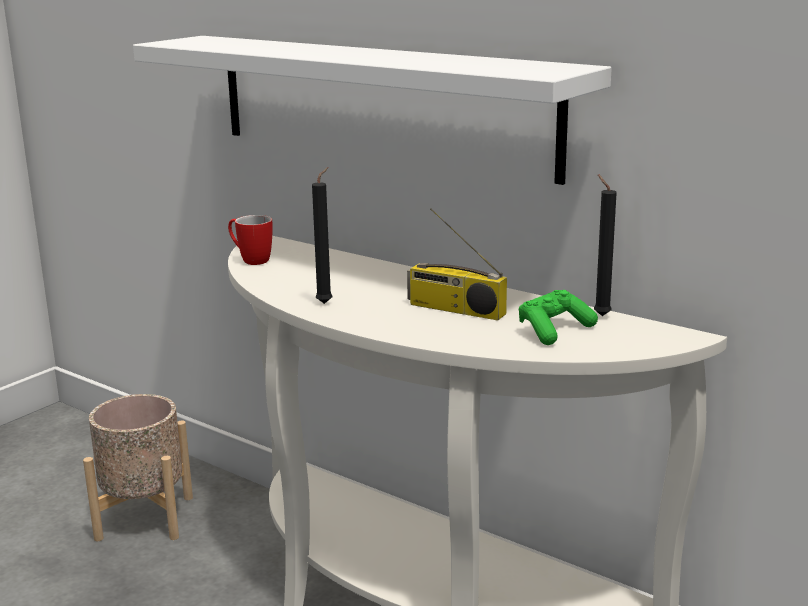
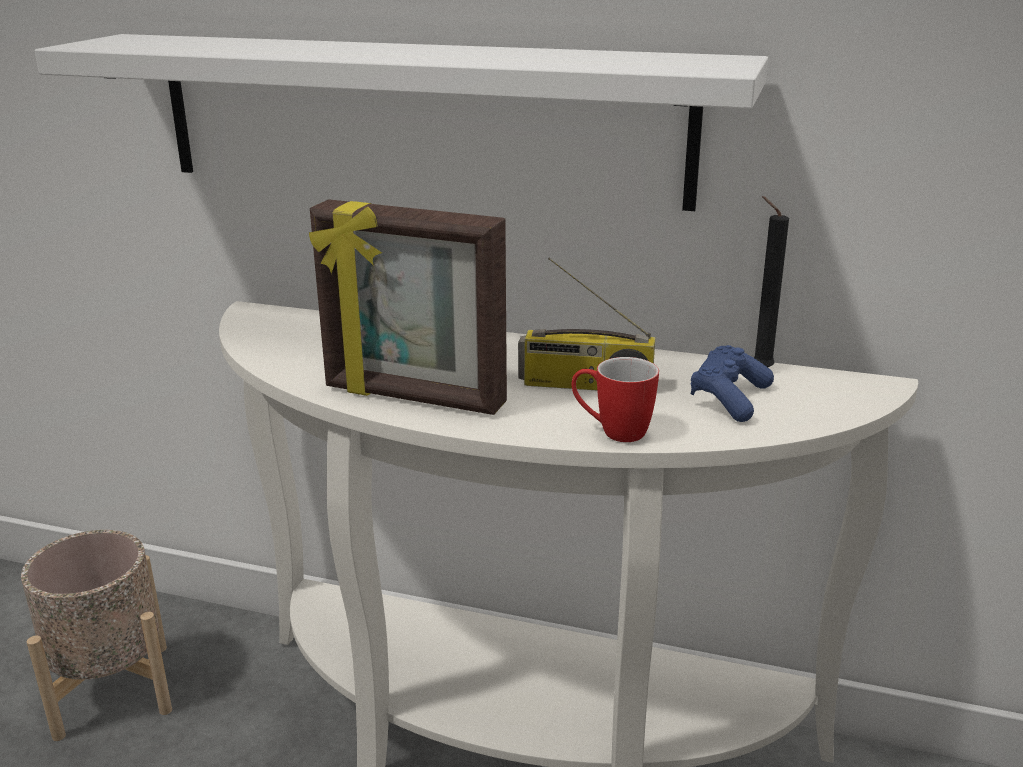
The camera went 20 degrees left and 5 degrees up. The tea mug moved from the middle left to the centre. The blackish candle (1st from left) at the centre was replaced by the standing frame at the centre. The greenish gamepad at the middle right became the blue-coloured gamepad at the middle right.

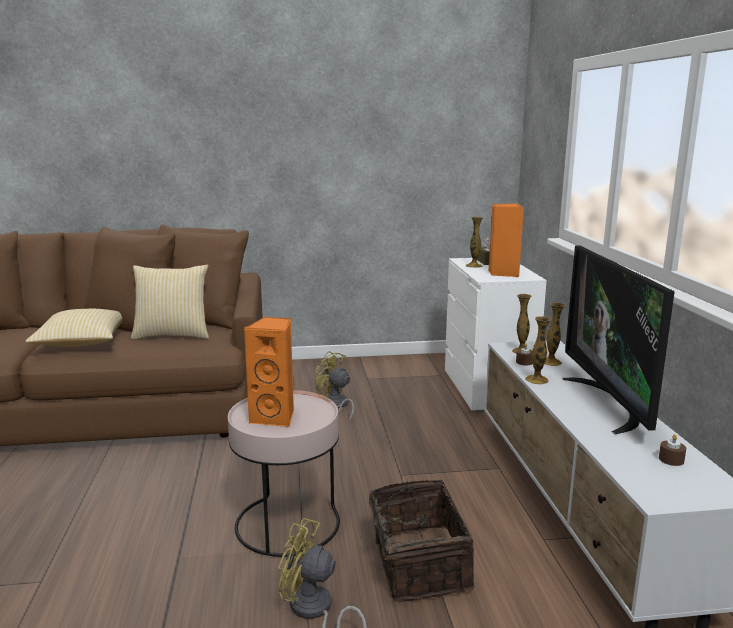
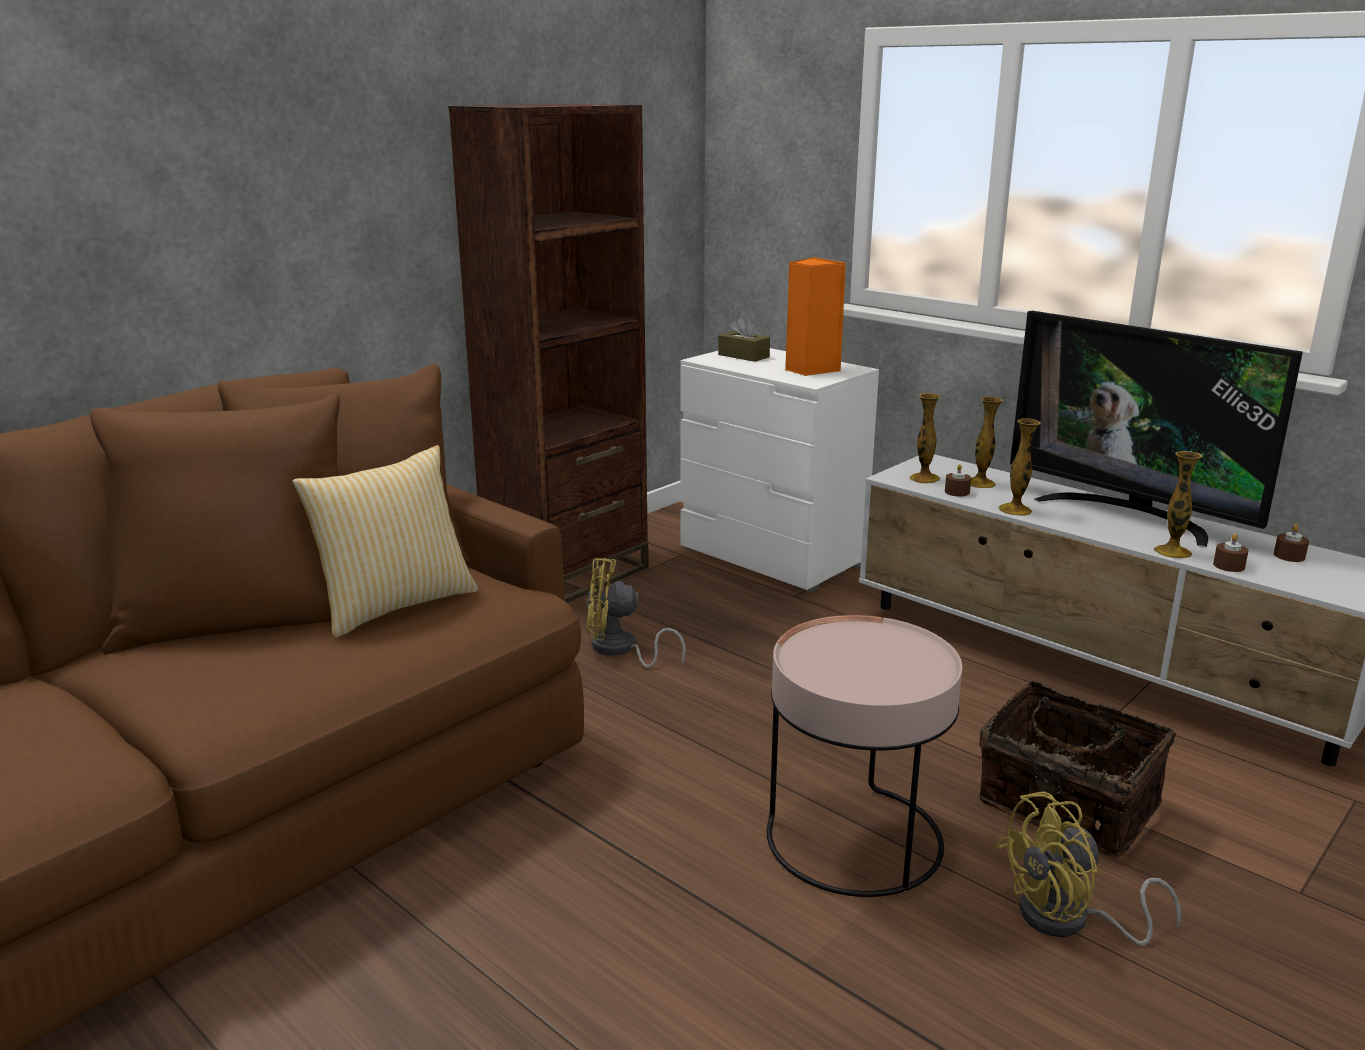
The camera went 40 degrees left and 5 degrees up. The throw pillow (1st from left) at the middle left disappeared. The orange audio speaker (1st from left) at the centre disappeared. The flower vase (1st from left in the first image) moved from the centre to the middle right. The brown bookshelf at the centre appeared. The brown candle (2nd from left) at the middle right appeared.

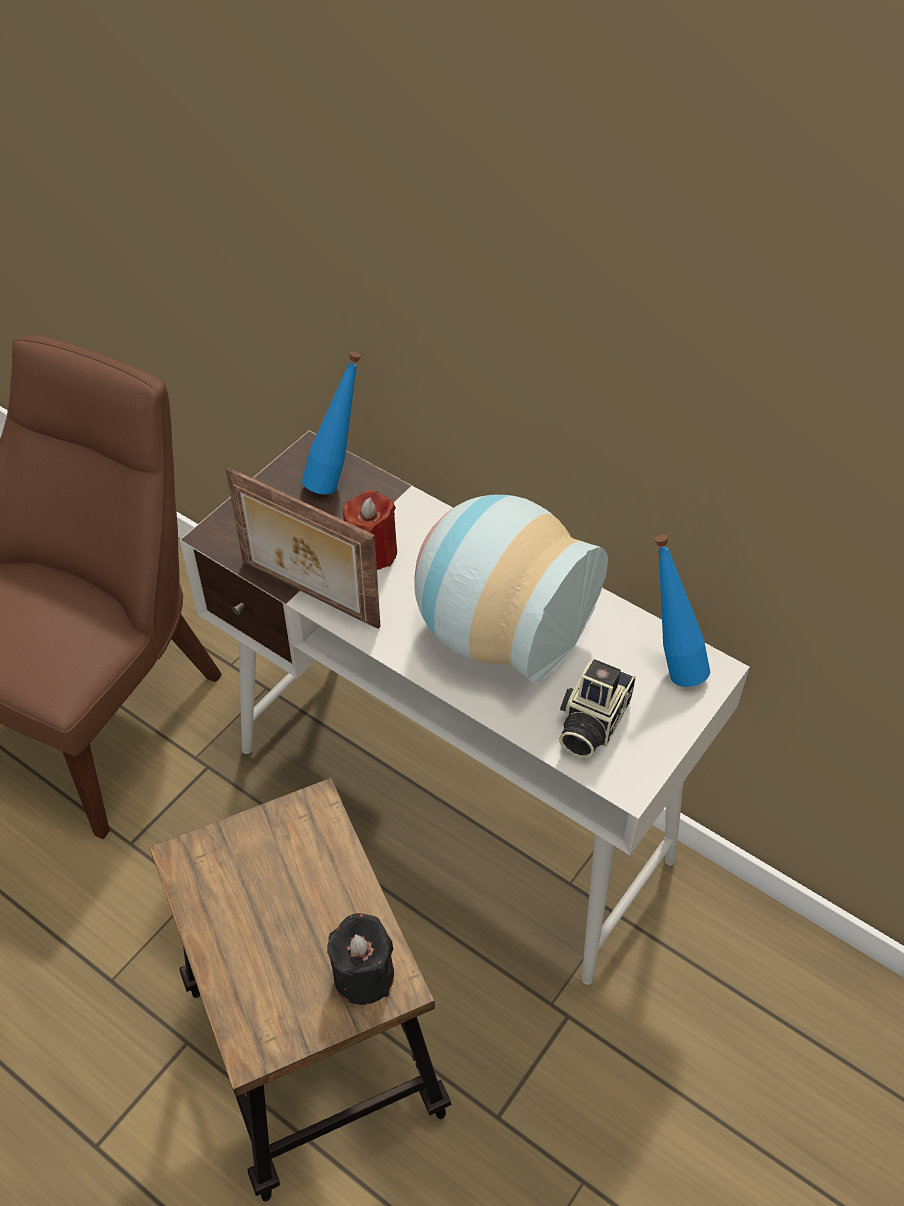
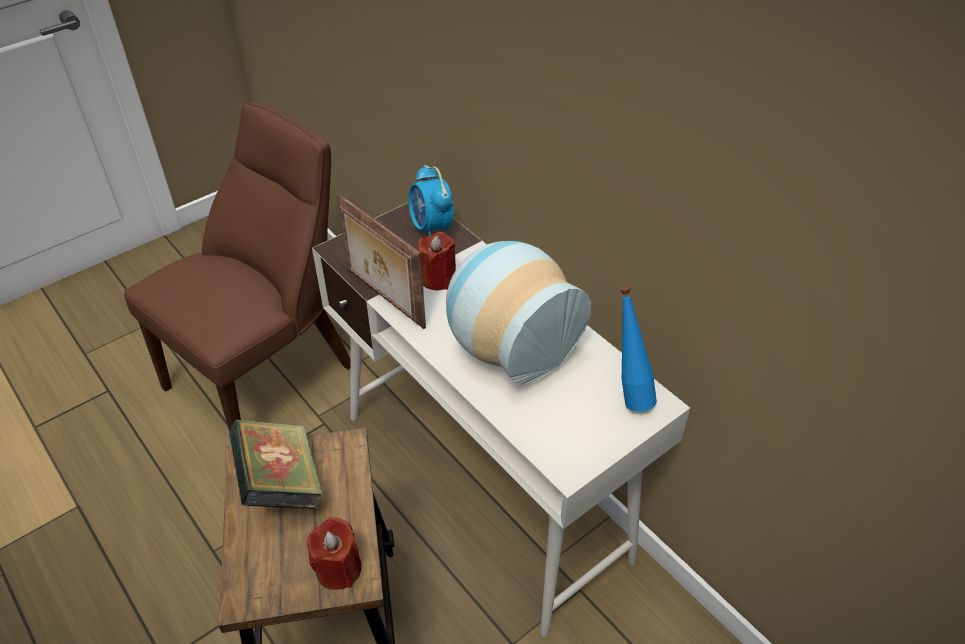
The camera went 15 degrees right and 5 degrees down. The blue-coloured bottle (1st from left) at the centre was replaced by the table clock at the top centre. The blackish candle at the bottom centre became the red-coloured candle (1st from left) at the bottom centre. The photo camera at the centre disappeared. The volume at the bottom left appeared.

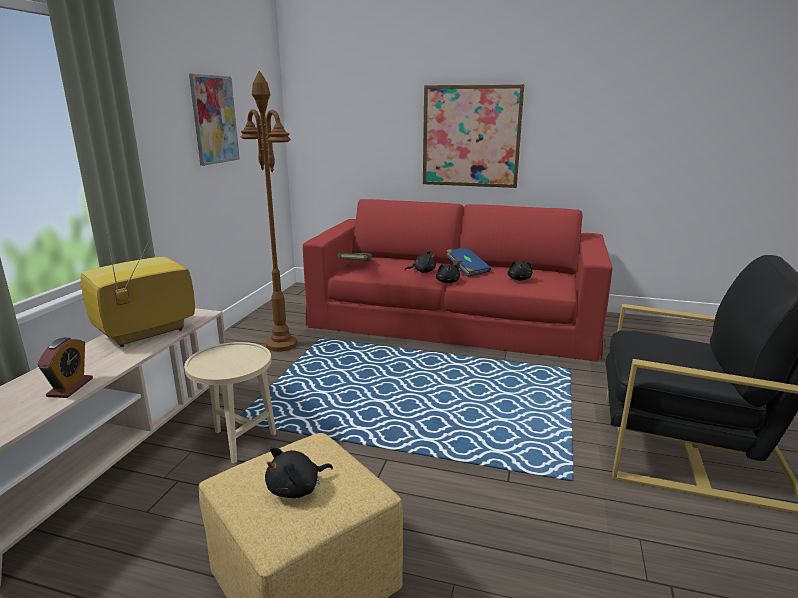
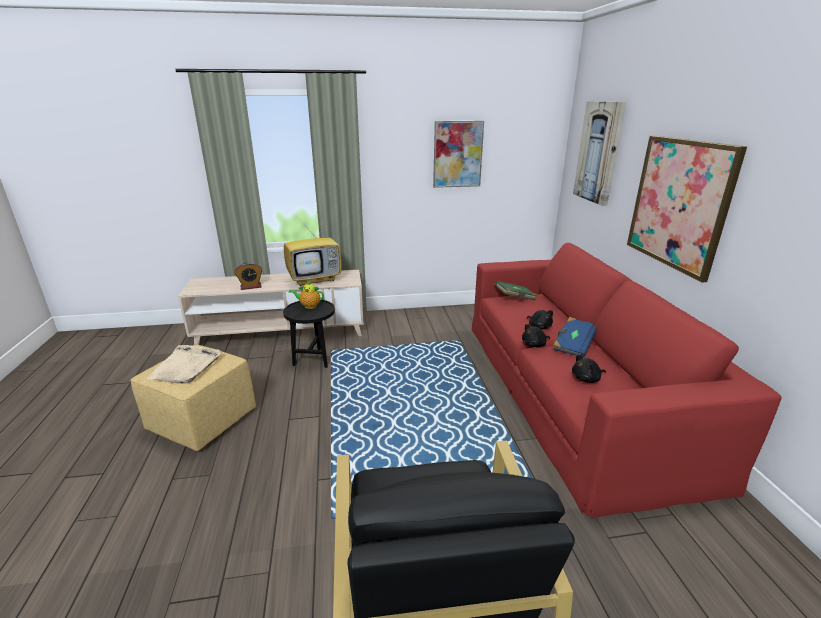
The camera went 65 degrees right and 5 degrees up. The TV set at the middle left turned 135 degrees clockwise. The beige accent table at the bottom left became the blackish accent table at the centre. The brown floor lamp at the centre disappeared. The blackish plush toy (1st from left) at the bottom centre was replaced by the beige carrying tray at the middle left. The tea pot at the centre appeared. The wall art (2nd from left) at the top right appeared.

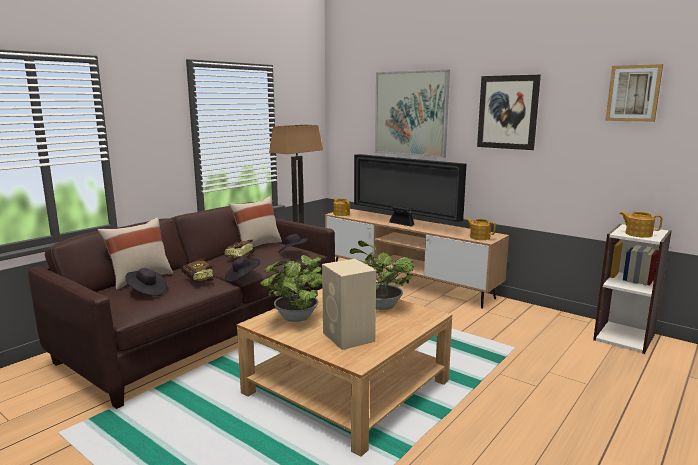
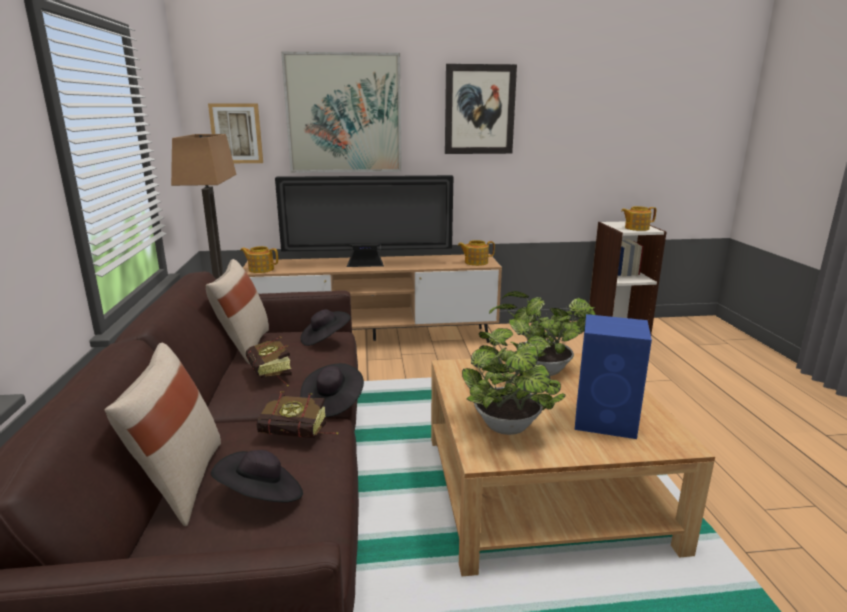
The camera went 45 degrees left and 5 degrees up. The beige audio speaker at the centre became the blue-coloured audio speaker at the middle right. The wall art (3rd from left in the first image) moved from the top right to the top left.

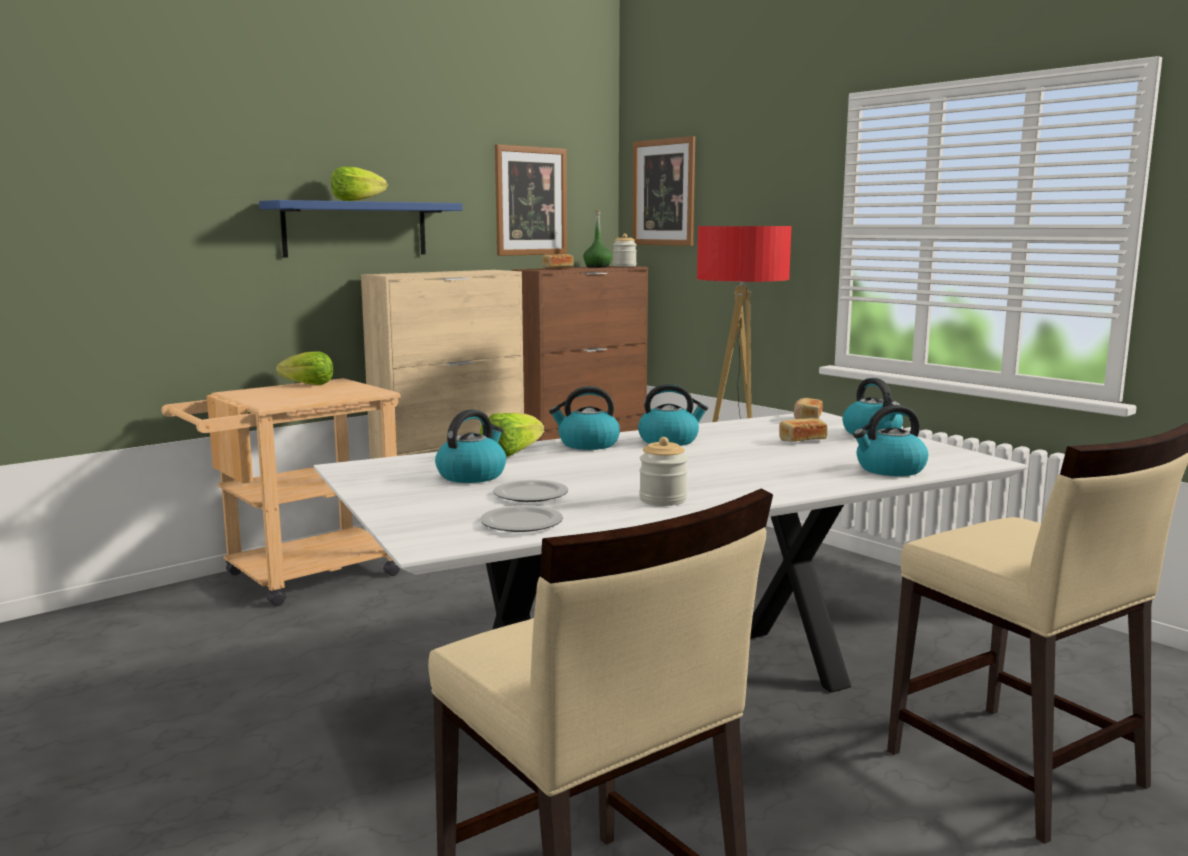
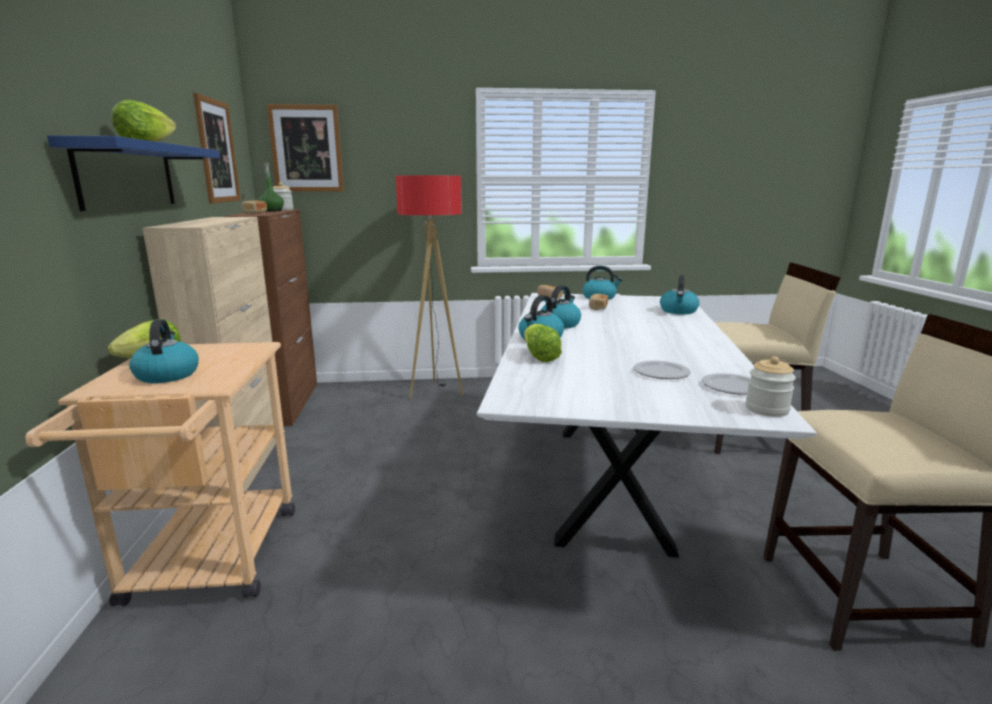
The camera went 55 degrees left and 5 degrees up. The kettle (1st from left) moved from the centre to the middle left. The jar (2nd from left) moved from the centre to the middle right.

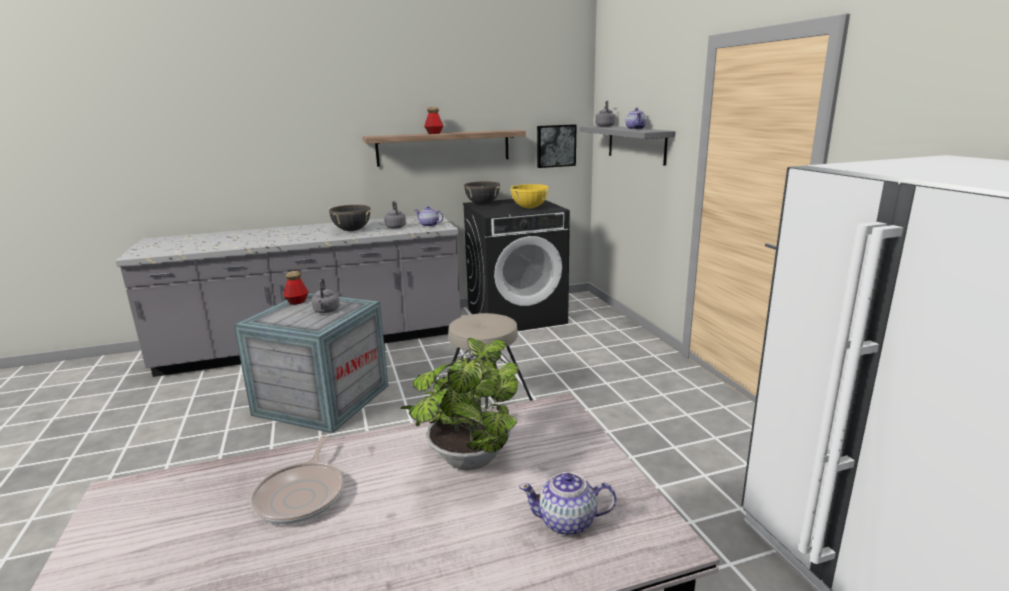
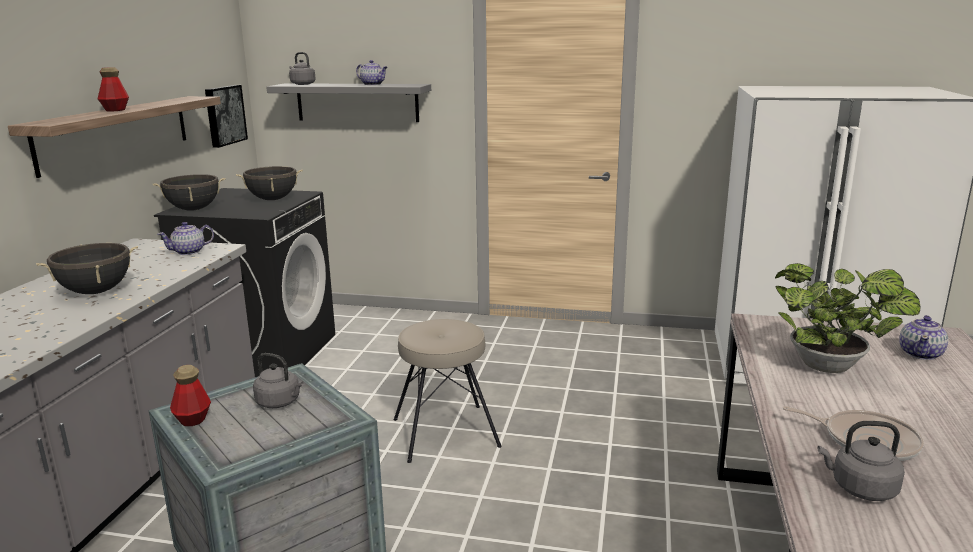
The camera went 60 degrees left and 0 degrees up. The greyish kettle (2nd from left in the first image) moved from the centre to the bottom right. The yellowish saucepot at the top centre became the blackish saucepot (3rd from left) at the top left.

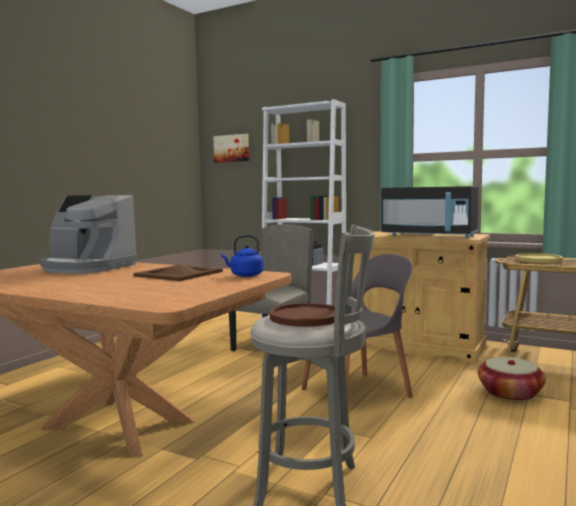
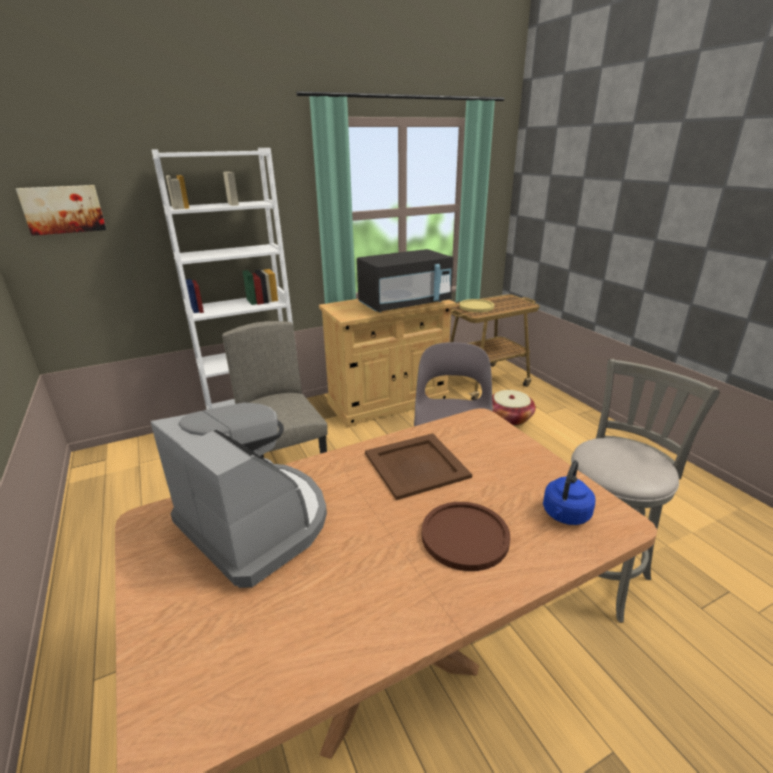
The camera went 55 degrees left and 20 degrees up. The coffee maker at the middle left turned 105 degrees counterclockwise. The blue-coloured kettle moved from the centre to the middle right. The brown plate moved from the centre to the bottom centre.

